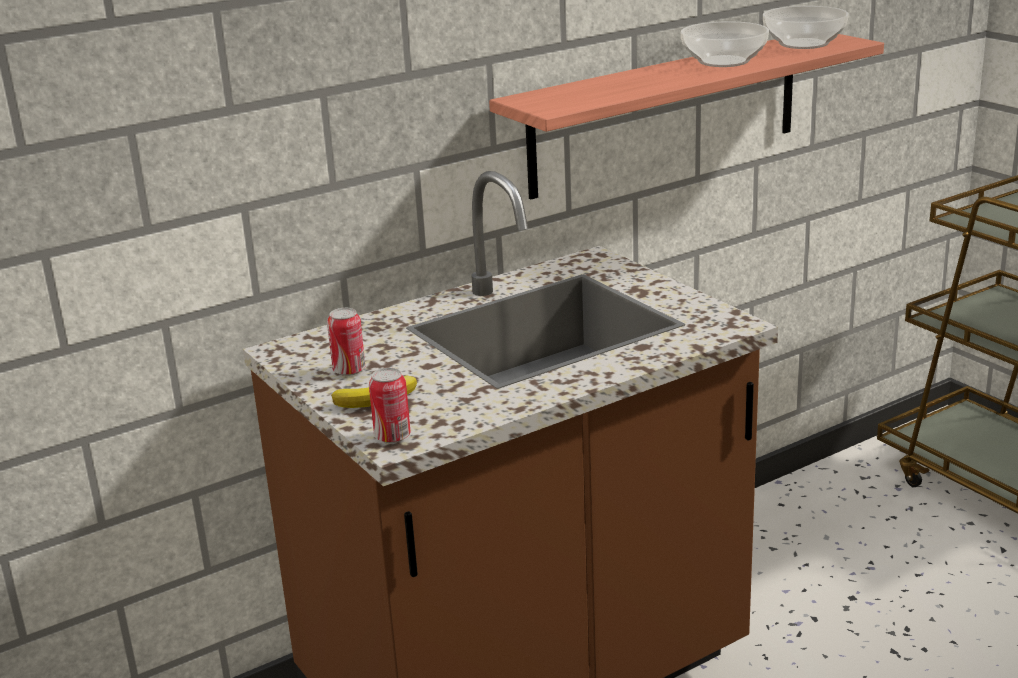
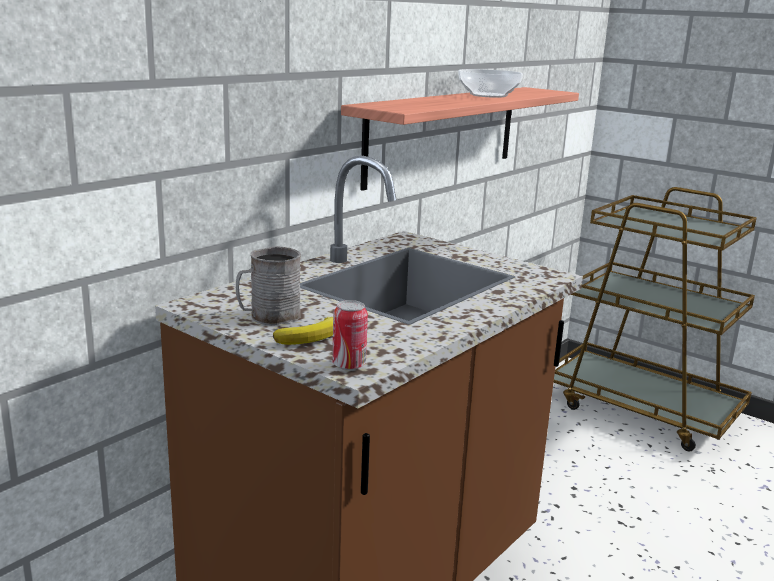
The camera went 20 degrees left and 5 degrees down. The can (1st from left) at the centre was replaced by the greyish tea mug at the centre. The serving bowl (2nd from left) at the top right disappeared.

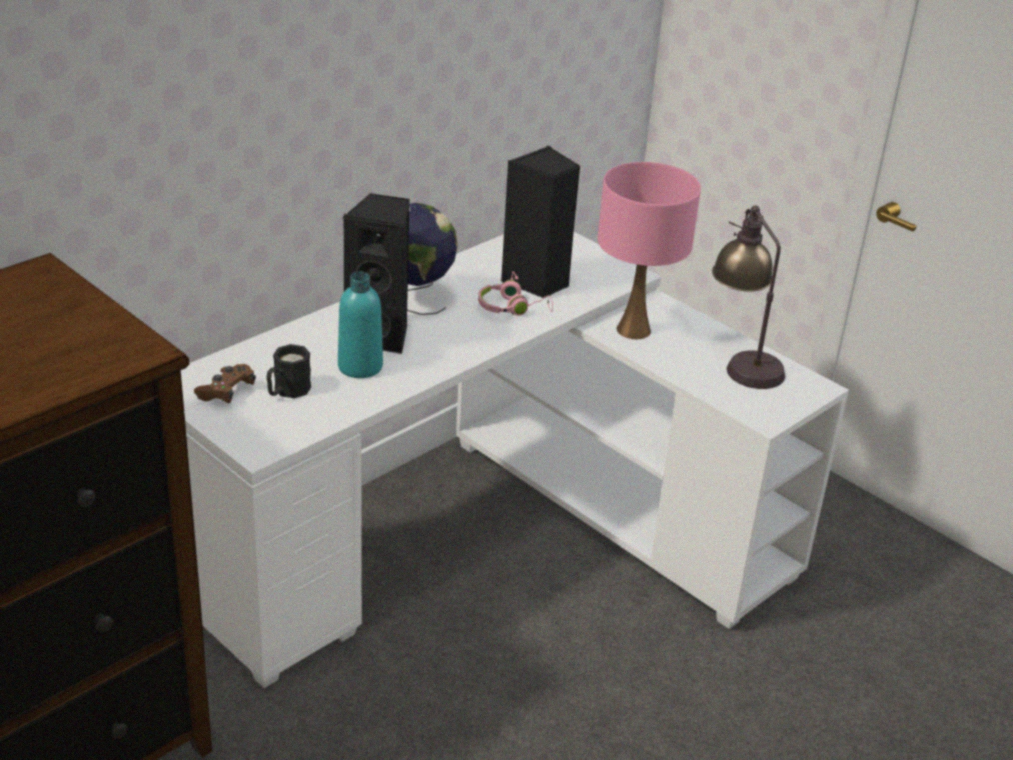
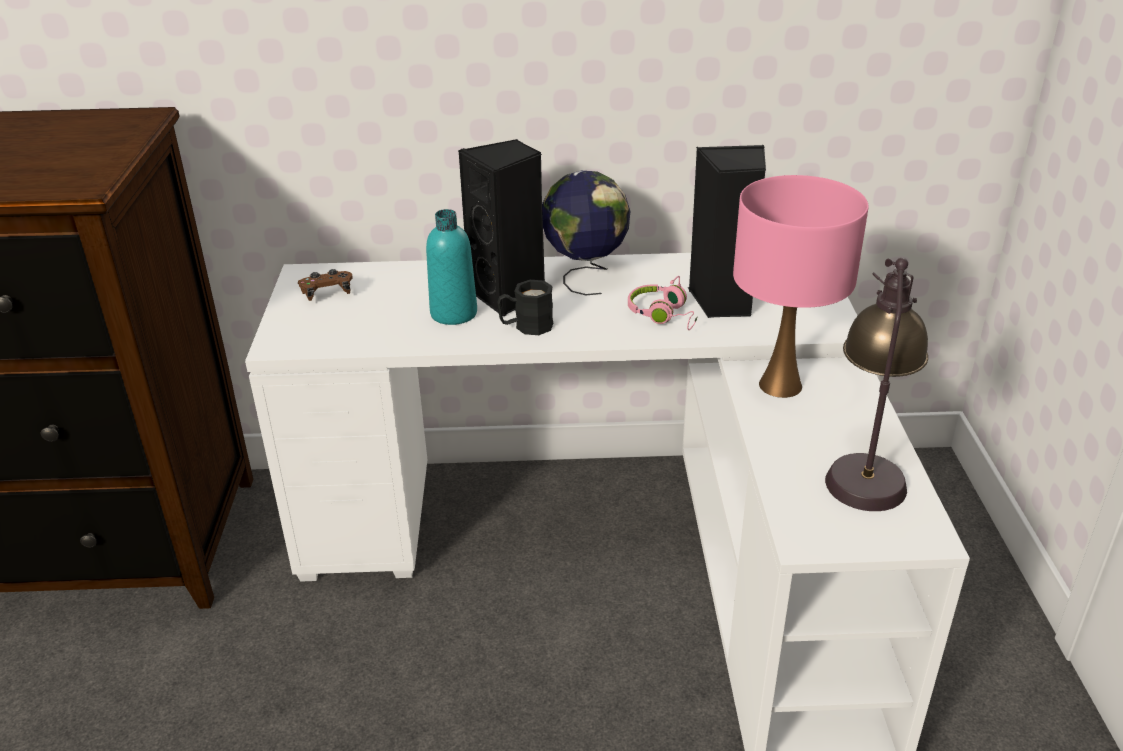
The camera went 45 degrees right and 0 degrees up. The blackish tea mug moved from the middle left to the centre.

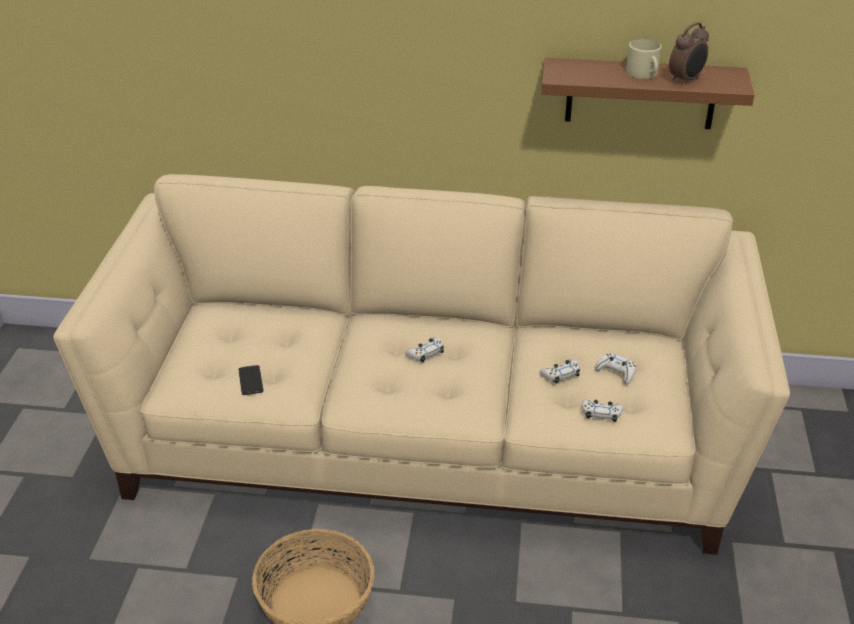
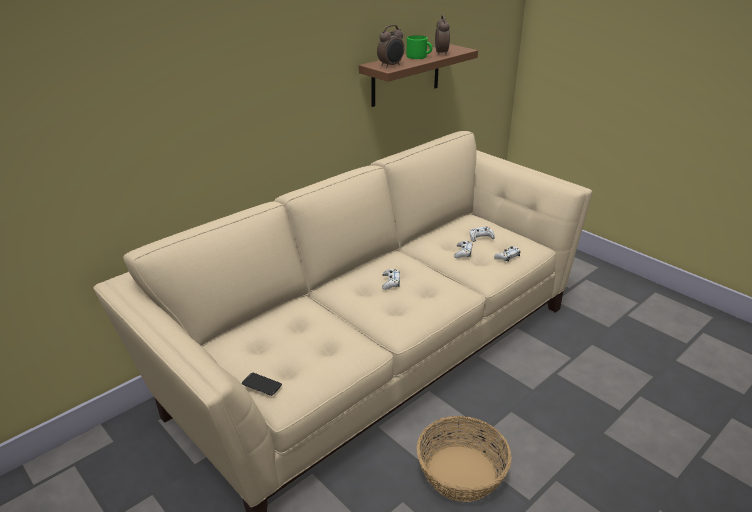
The camera went 50 degrees left and 5 degrees down. The handset moved from the middle left to the bottom centre. The beige tea mug at the top right became the greenish tea mug at the top centre. The table clock (1st from left) at the top centre appeared.

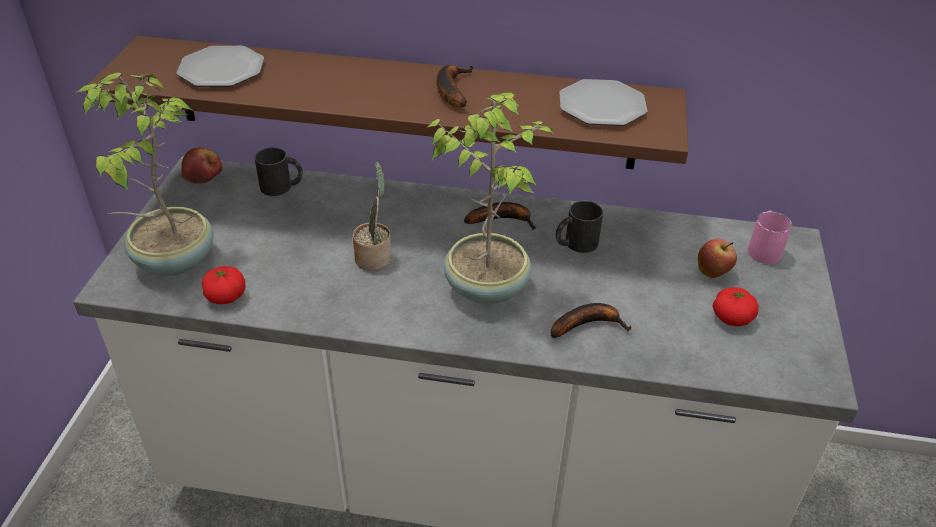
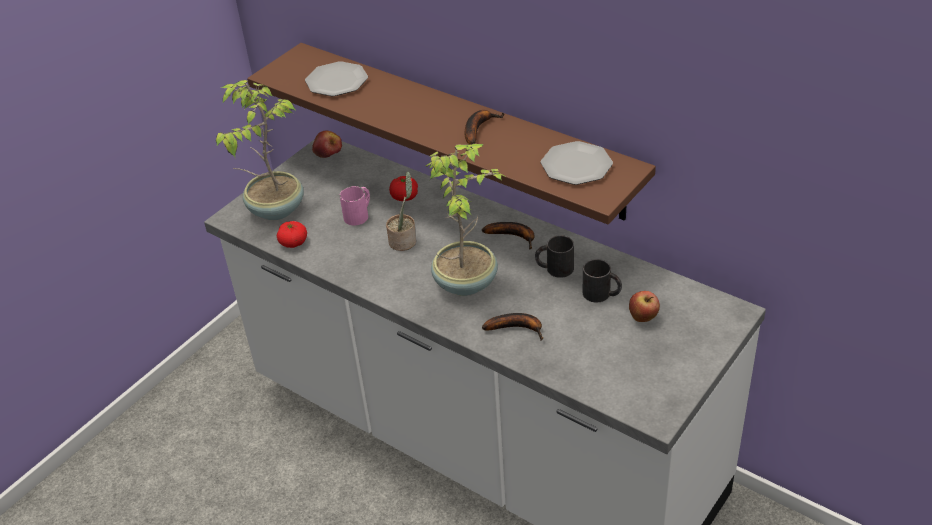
The camera went 30 degrees right and 0 degrees up. The blackish tea mug (1st from left in the first image) moved from the top left to the centre. The whole tomato (2nd from left) moved from the middle right to the centre. The pinkish tea mug moved from the middle right to the centre.

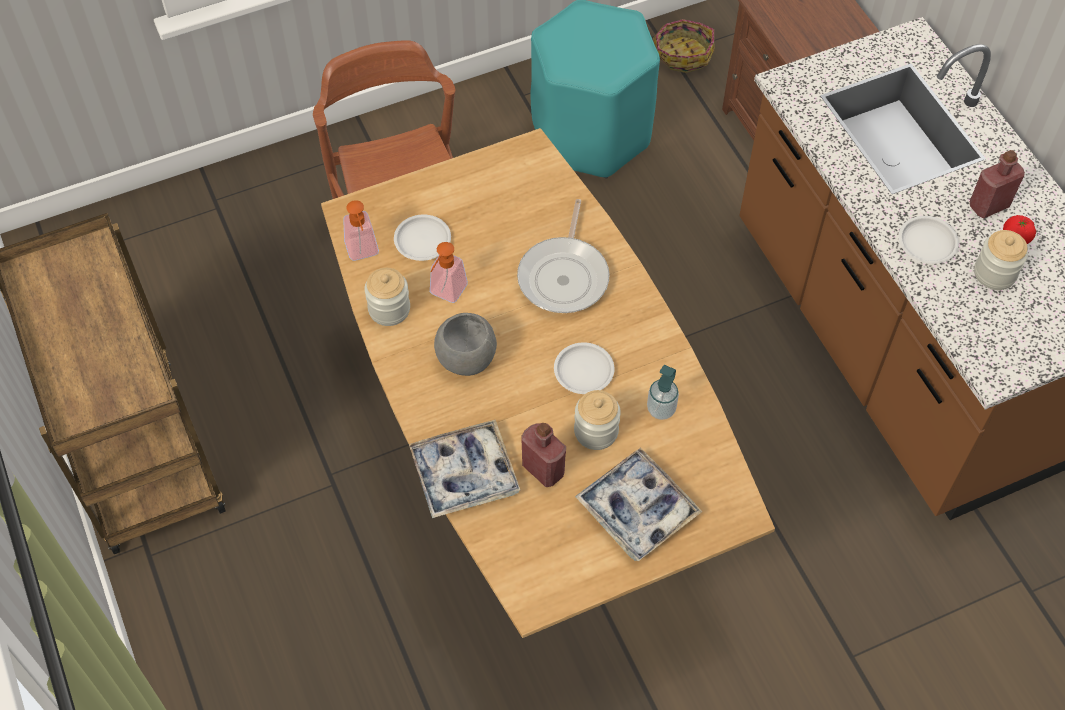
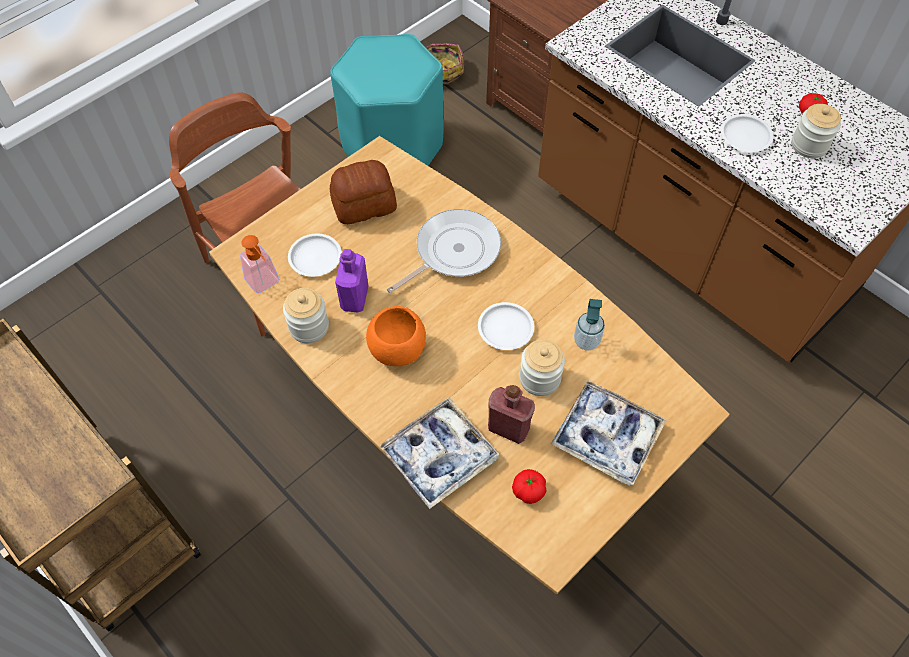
The camera went 20 degrees left and 0 degrees up. The soap bottle (2nd from left) at the centre was replaced by the purple bottle at the centre. The greyish serving bowl at the centre became the orange serving bowl at the centre. The frying pan at the centre turned 120 degrees counterclockwise. The red-coloured bottle (2nd from left) at the top right disappeared. The bakery bread at the top centre appeared. The whole tomato (1st from left) at the bottom centre appeared.

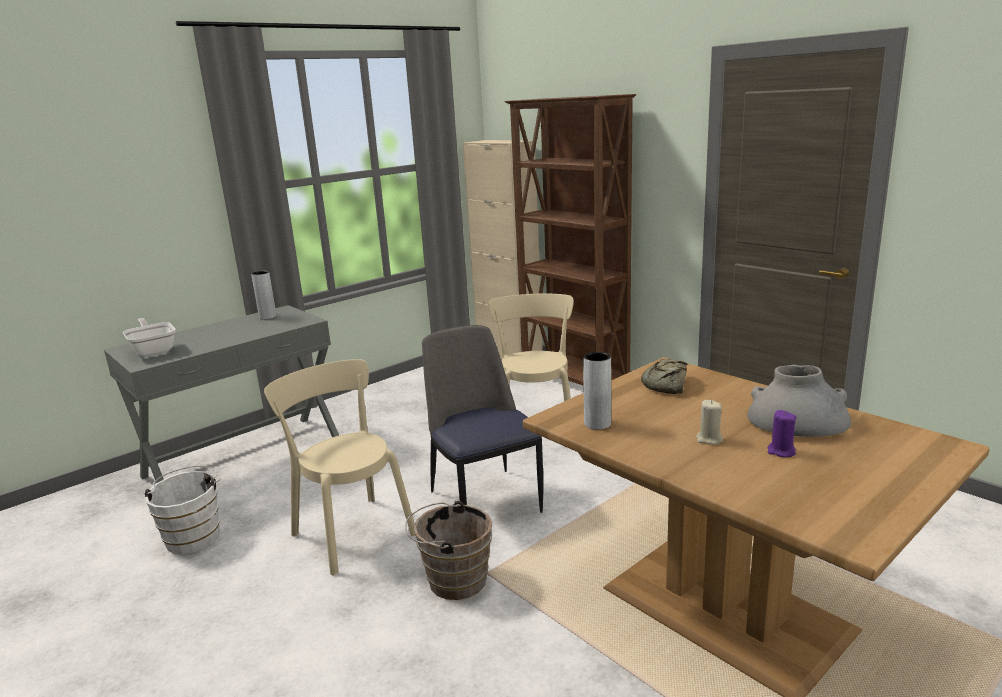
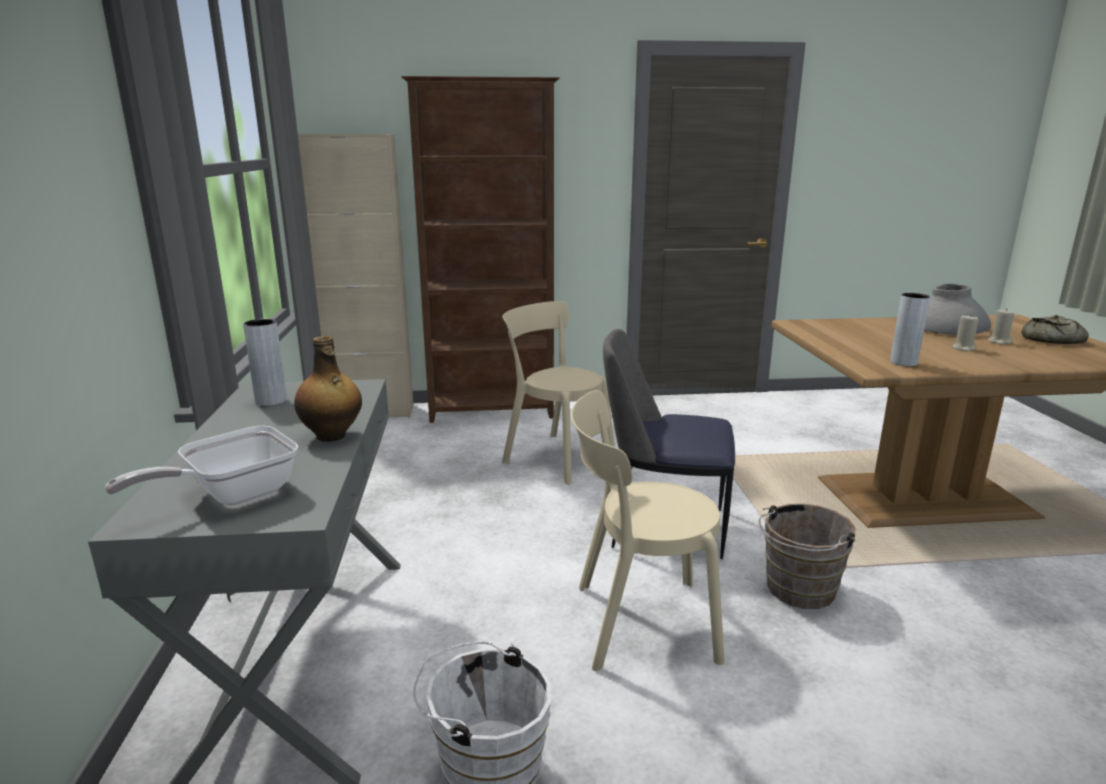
The camera went 55 degrees left and 0 degrees up. The frying pan at the middle left turned 45 degrees counterclockwise. The bakery bread moved from the centre to the middle right. The purple candle at the middle right became the beige candle (2nd from left) at the middle right. The bottle at the middle left appeared.

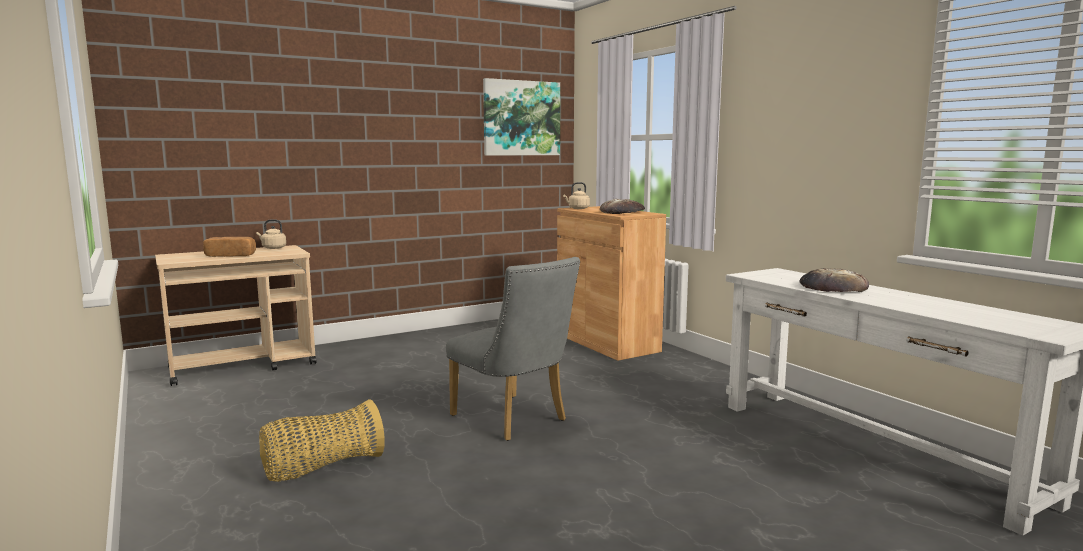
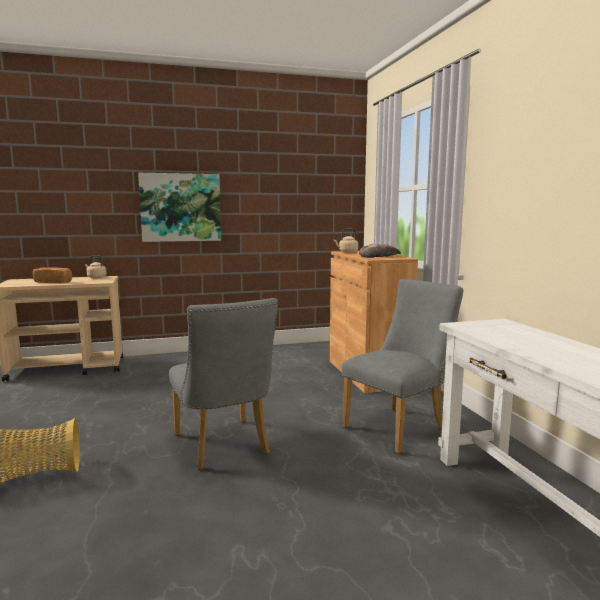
The camera went 15 degrees right and 0 degrees up. The wall art moved from the top centre to the middle left. The bakery bread (3rd from left) at the middle right disappeared. The greyish chair (2nd from left) at the middle right appeared.

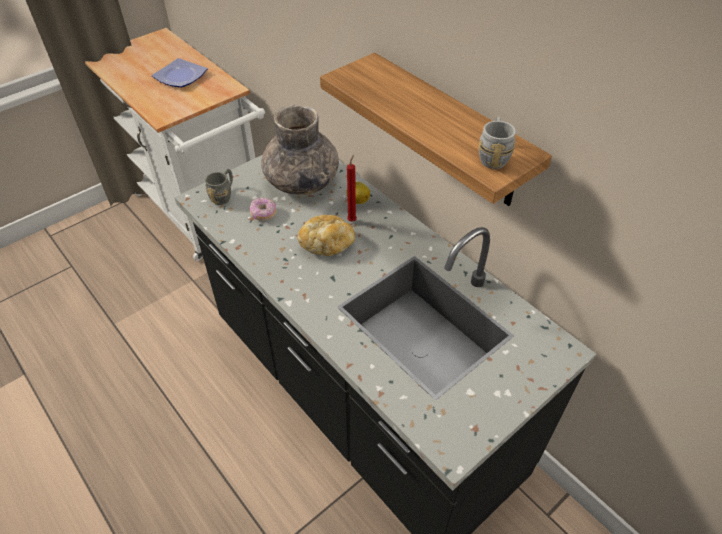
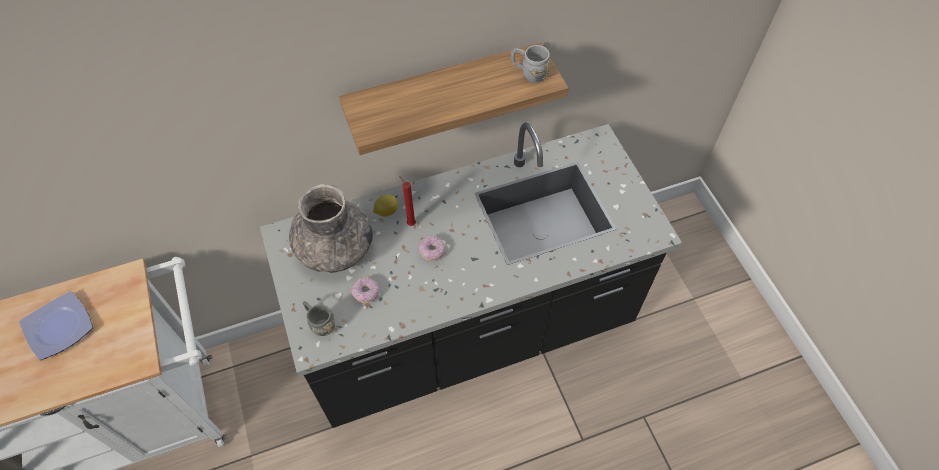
The camera went 70 degrees left and 10 degrees up. The bakery bread at the centre was replaced by the doughnut (2nd from left) at the centre.

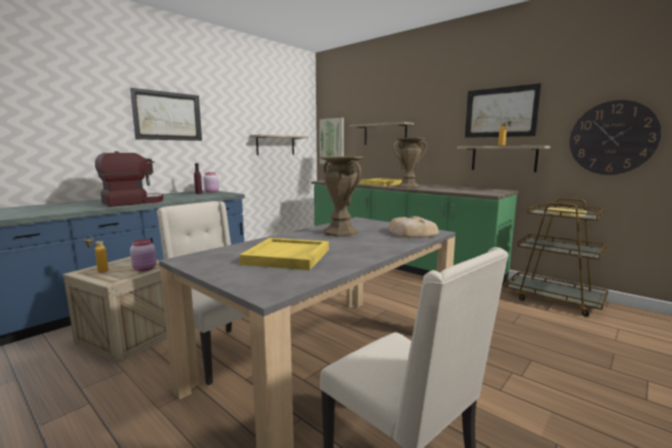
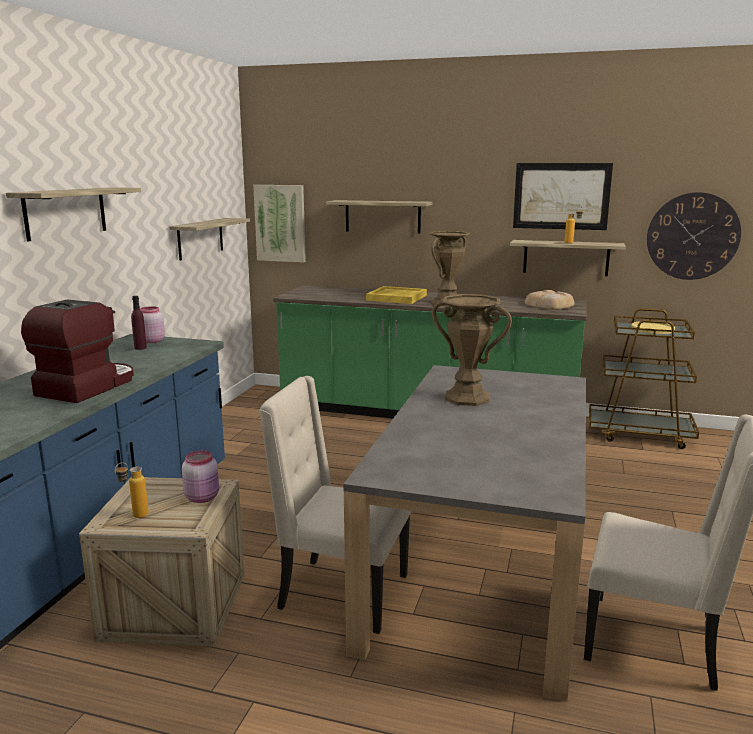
The camera went 25 degrees left and 5 degrees up. The wall art (1st from left) at the top left was replaced by the wall shelf (1st from left) at the top left. The yellowish carrying tray (1st from left) at the centre disappeared. The bakery bread moved from the centre to the middle right.

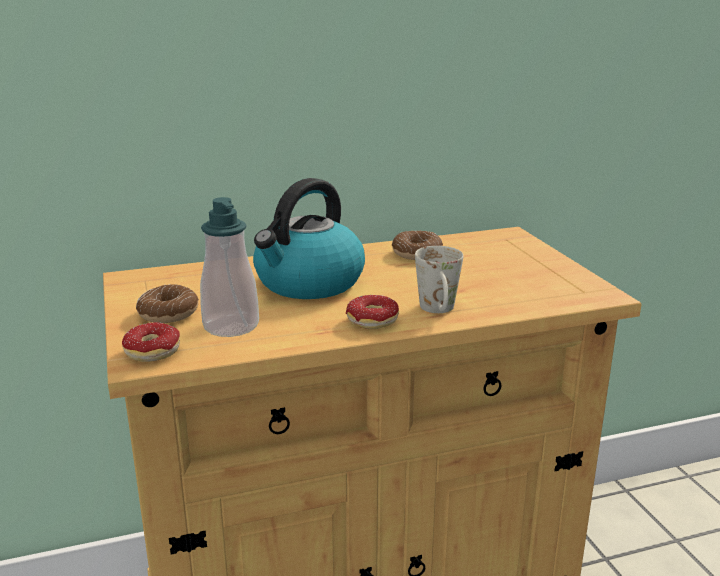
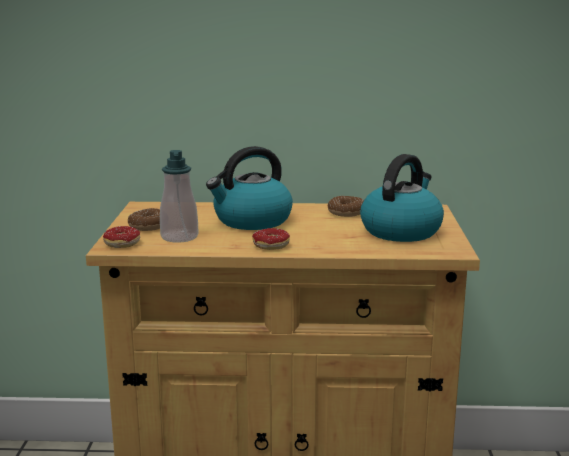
The camera went 20 degrees right and 5 degrees down. The whitish tea mug at the centre disappeared. The kettle (2nd from left) at the middle right appeared.

